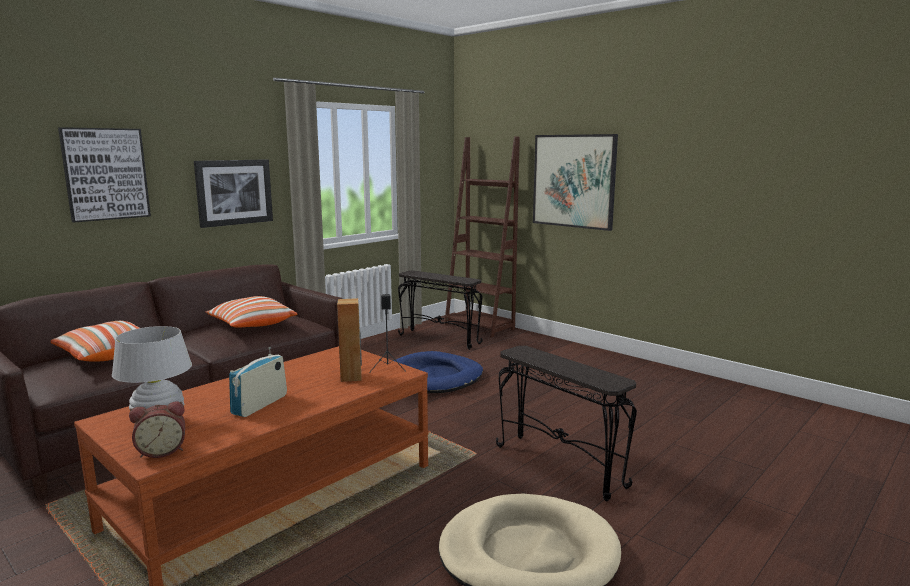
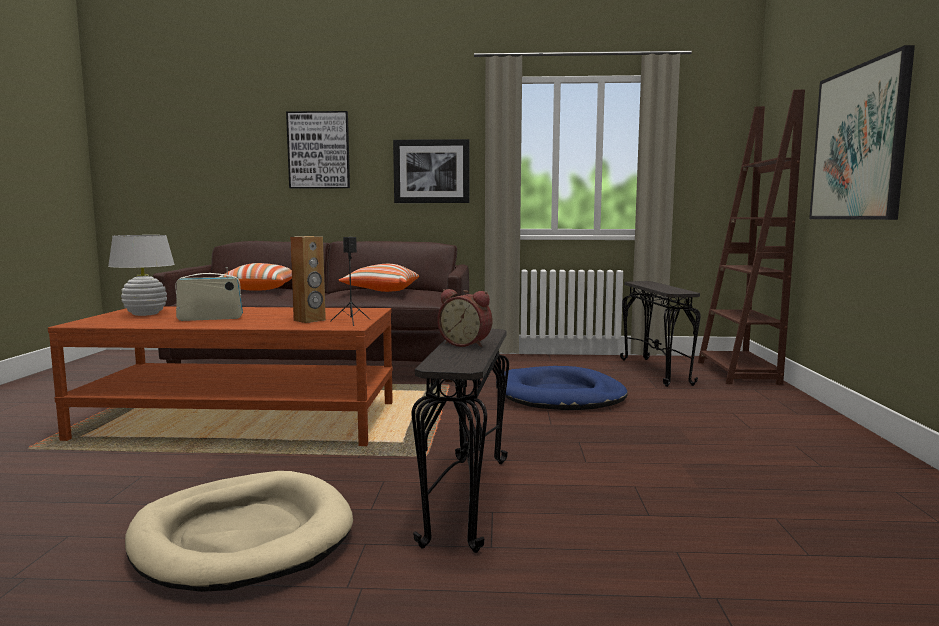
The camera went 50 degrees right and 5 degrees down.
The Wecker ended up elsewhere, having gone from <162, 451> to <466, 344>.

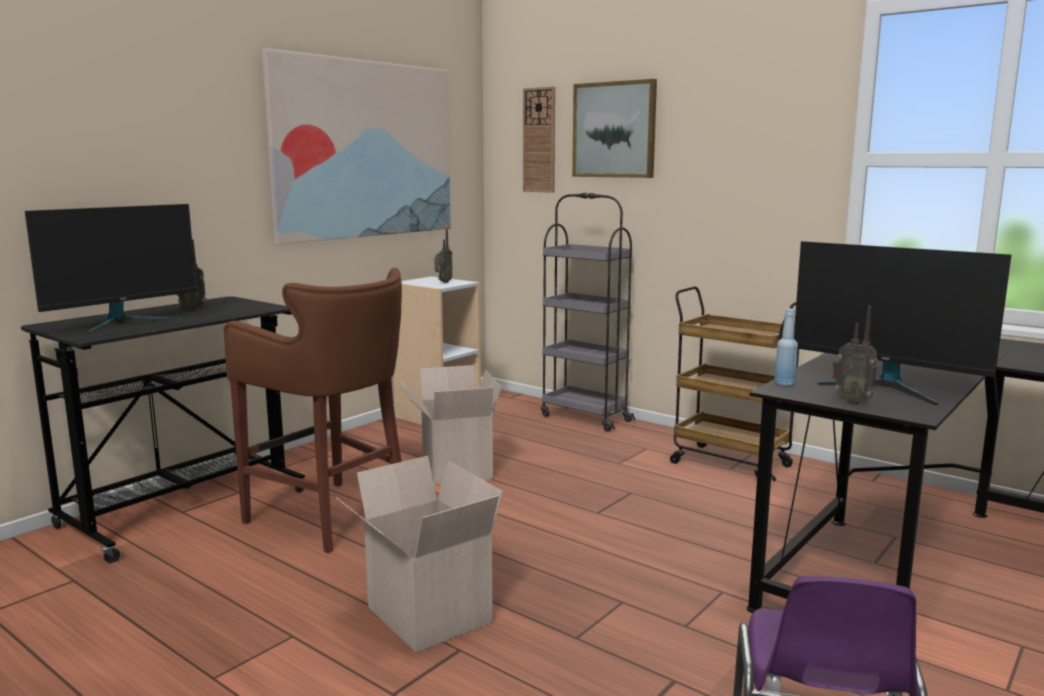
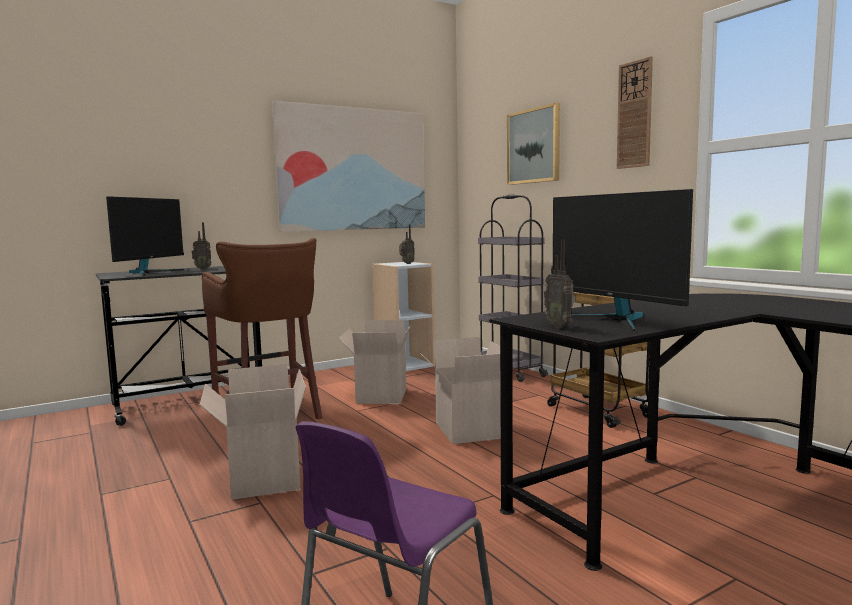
The camera went 20 degrees right and 5 degrees down.
The Wanduhr ended up elsewhere, having gone from <539, 140> to <635, 114>.
The Monitor at <124, 322> ended up facing another way, 45 degrees counterclockwise from before.
The second view lost the Flasche [blau] at <784, 384>.
The second view gained the Karton at <466, 430>.

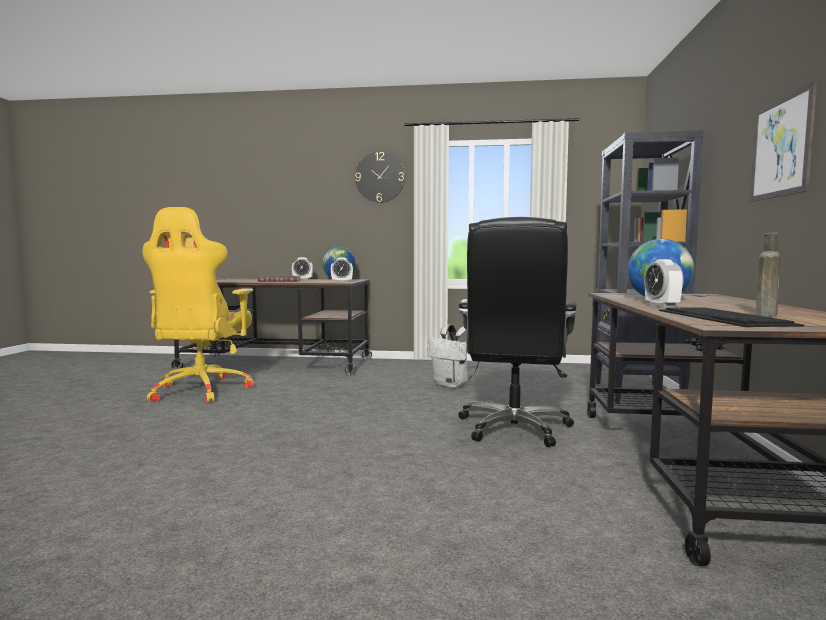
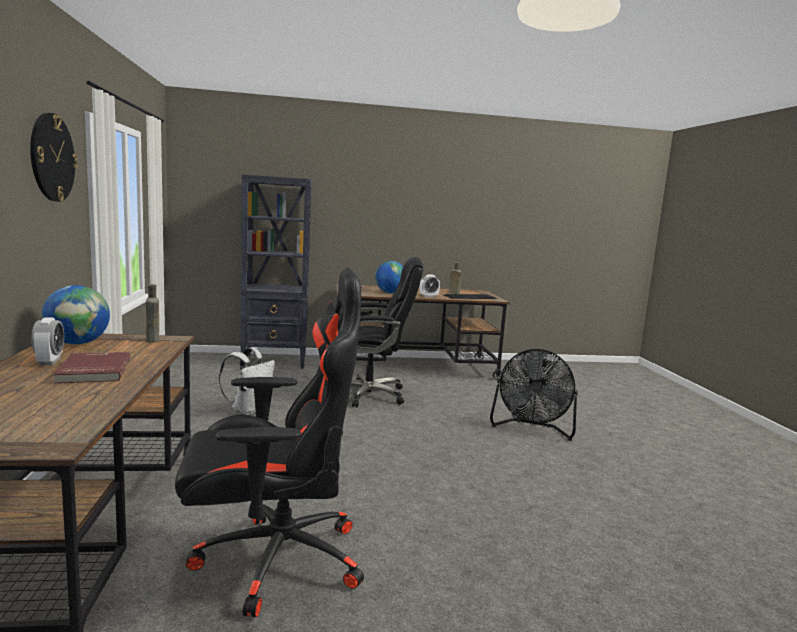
The camera went 105 degrees left and 5 degrees up.
The second view lost the Bild at <781, 147>.
What was the Bürostuhl [gelb] at <205, 388> turned into the Bürostuhl [schwarz] at <268, 561>.
Where the Wecker stood at <342, 281>, the Flasche [braun] came to stand at <152, 340>.
The second view gained the Ventilator [schwarz] at <529, 427>.

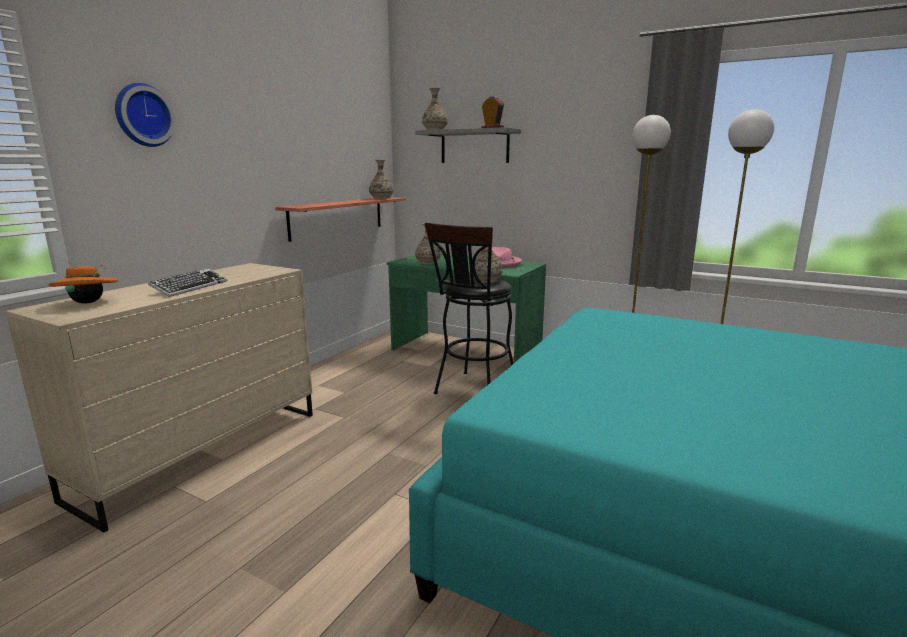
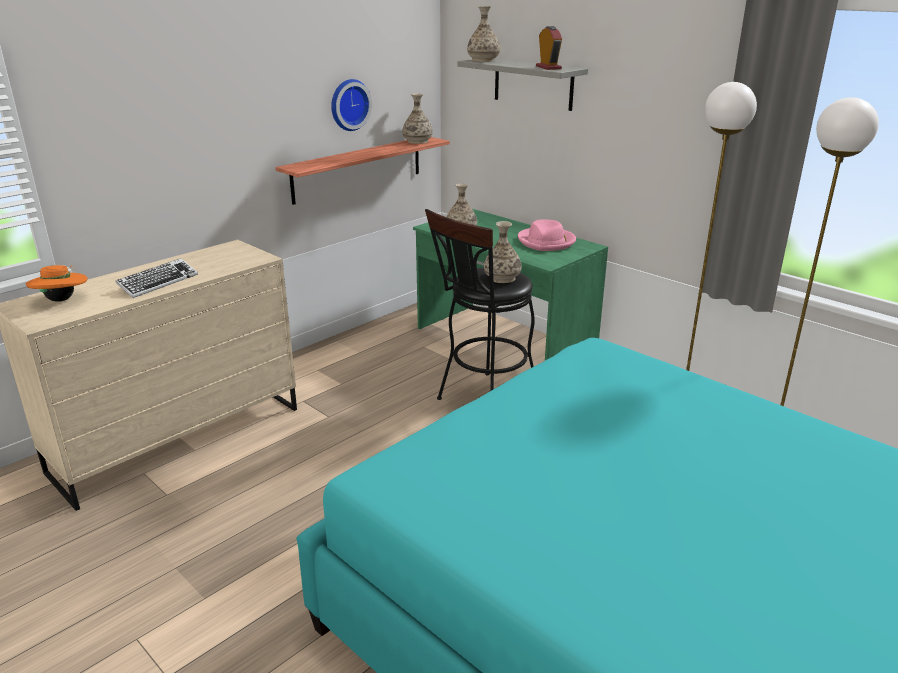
The camera went 15 degrees right and 10 degrees up.
The Wanduhr ended up elsewhere, having gone from <143, 115> to <348, 104>.

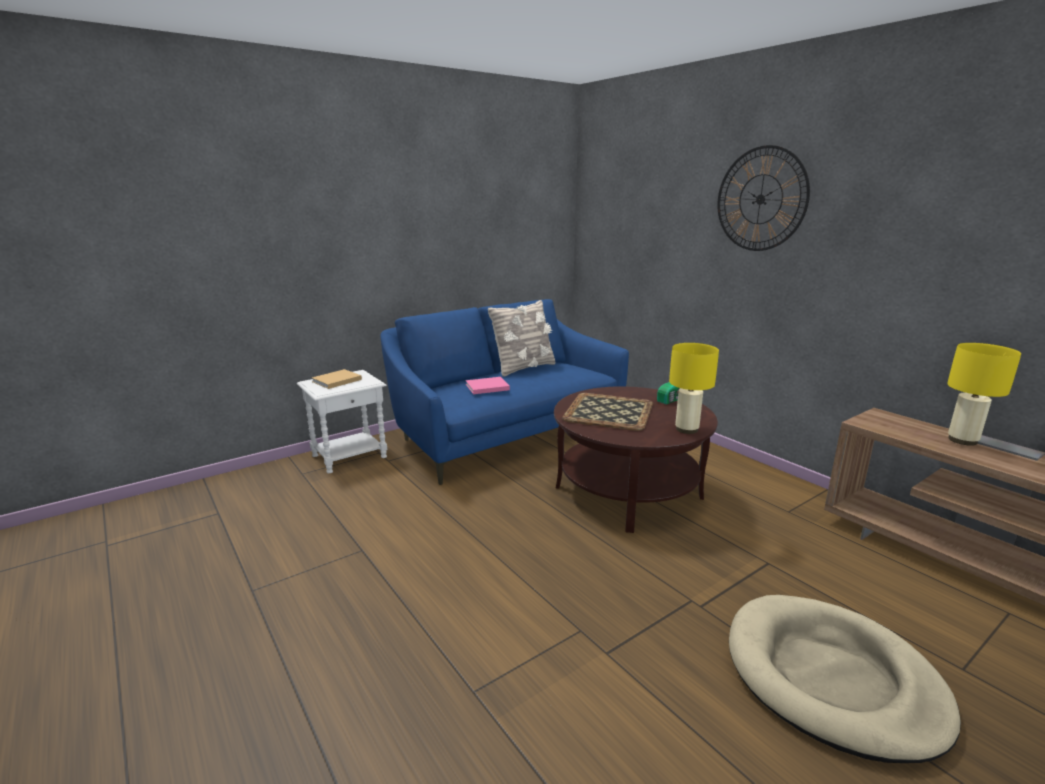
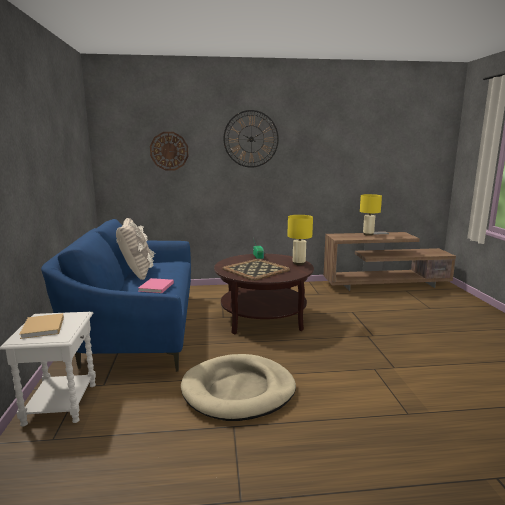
The camera went 60 degrees left and 5 degrees down.
The Hundebett [beige] ended up elsewhere, having gone from <831, 679> to <238, 390>.
The second view gained the Wanduhr at <169, 151>.

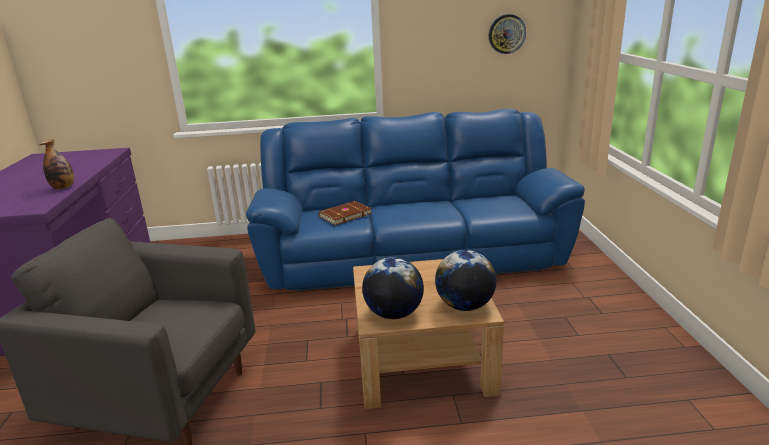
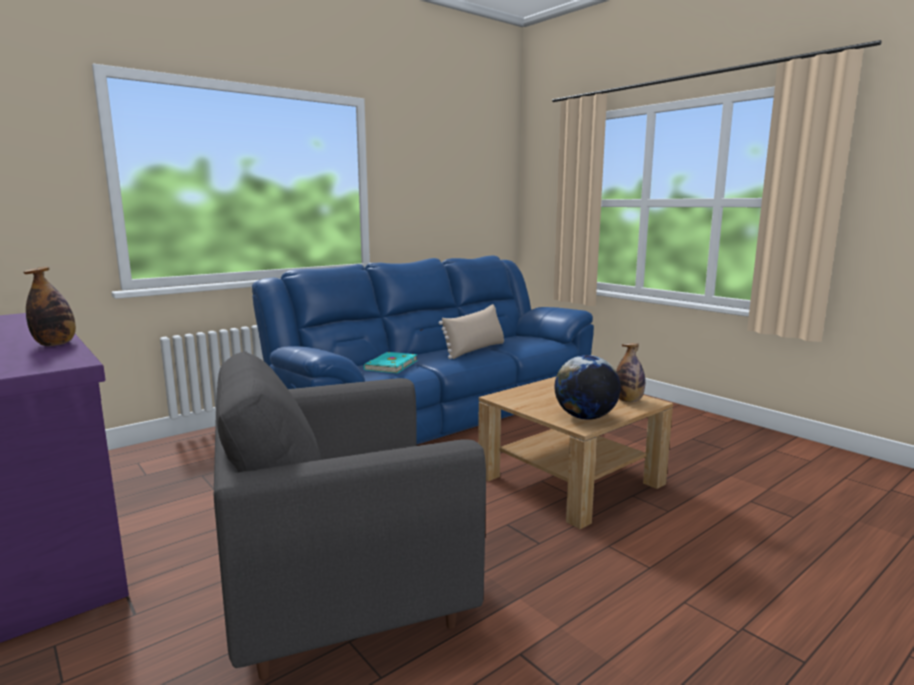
The camera went 35 degrees left and 10 degrees down.
The second view lost the Wanduhr at <506, 34>.
What was the Buch [braun] at <344, 215> turned into the Buch [türkis] at <390, 365>.
Where the Globus stood at <465, 306>, the Flasche came to stand at <628, 401>.
The second view gained the Kissen [beige] at <475, 350>.

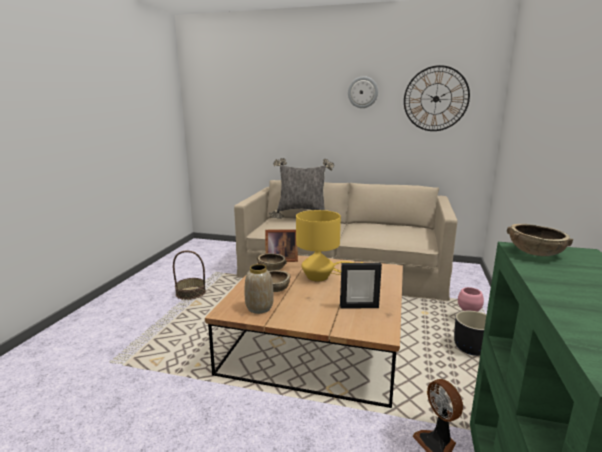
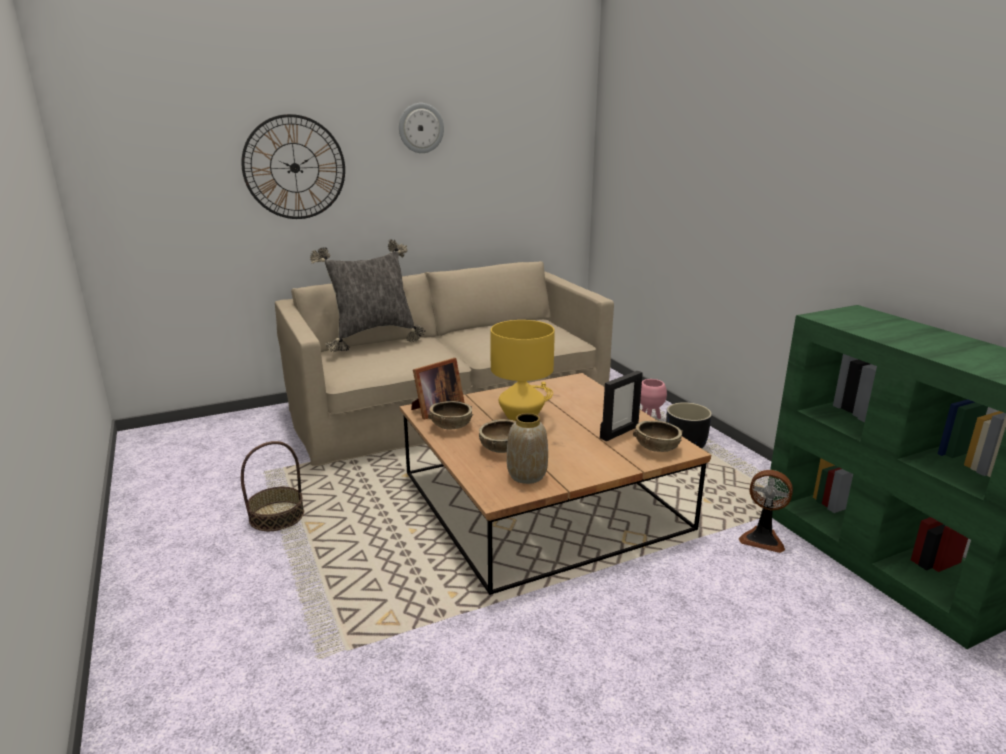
The camera went 40 degrees left and 5 degrees up.
The Wanduhr ended up elsewhere, having gone from <436, 99> to <294, 167>.
The Schüssel [braun] ended up elsewhere, having gone from <535, 253> to <656, 448>.

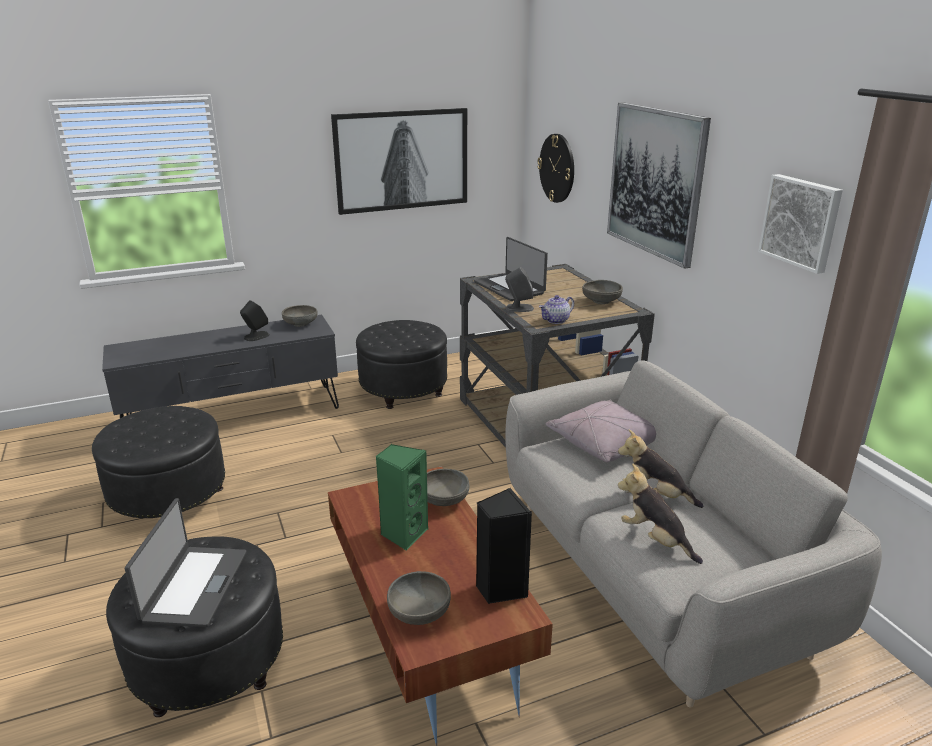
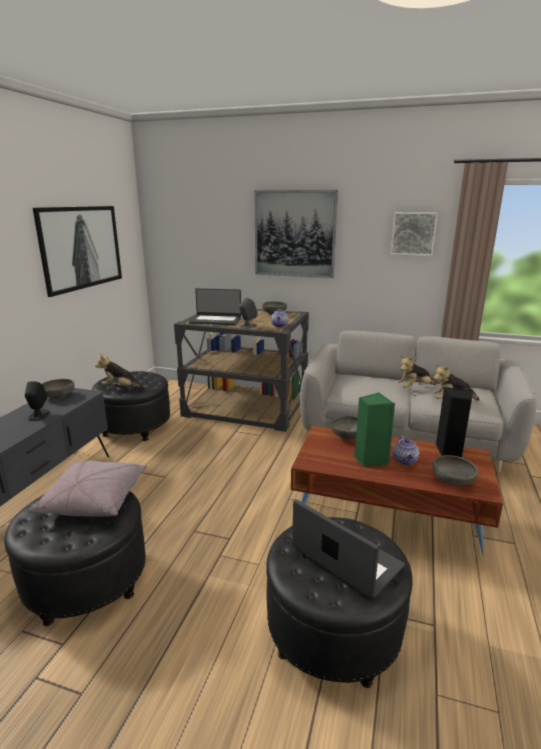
The camera went 50 degrees left and 5 degrees down.
The second view lost the Wanduhr at <557, 168>.
The Kissen [lila] ended up elsewhere, having gone from <605, 443> to <95, 499>.
The second view gained the Plüschtier at <121, 387>.
The second view gained the Teekanne at <405, 461>.

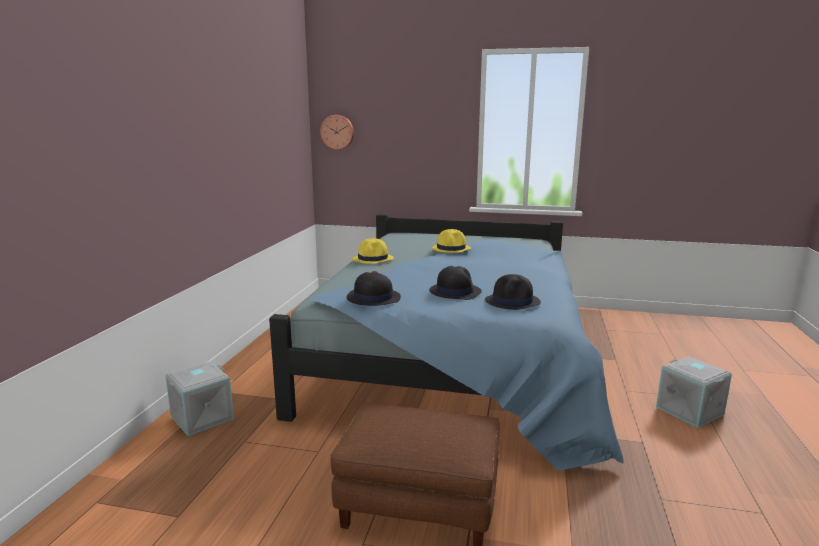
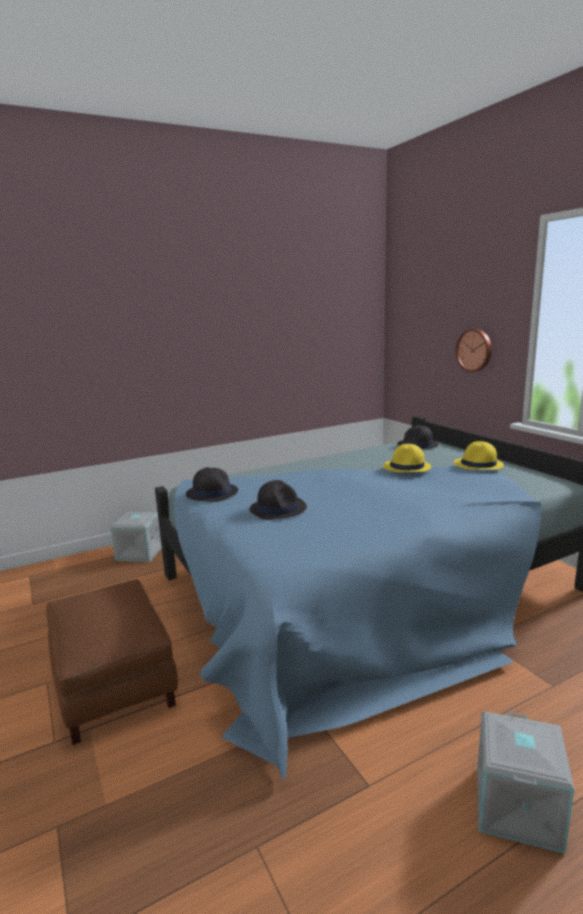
The camera went 50 degrees right and 0 degrees up.
The Wanduhr ended up elsewhere, having gone from <337, 132> to <475, 350>.
The Hut [gelb] ended up elsewhere, having gone from <373, 259> to <478, 465>.
The Hut [schwarz] ended up elsewhere, having gone from <512, 302> to <417, 445>.

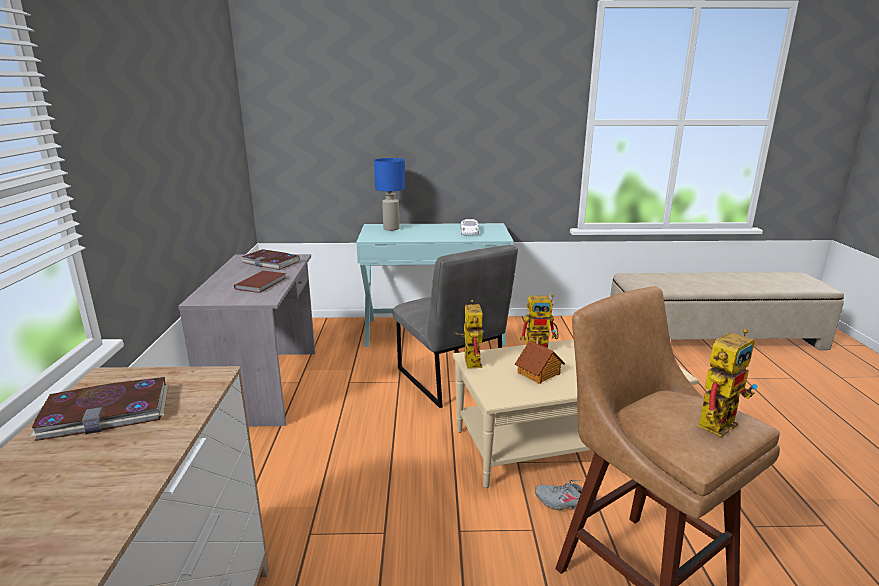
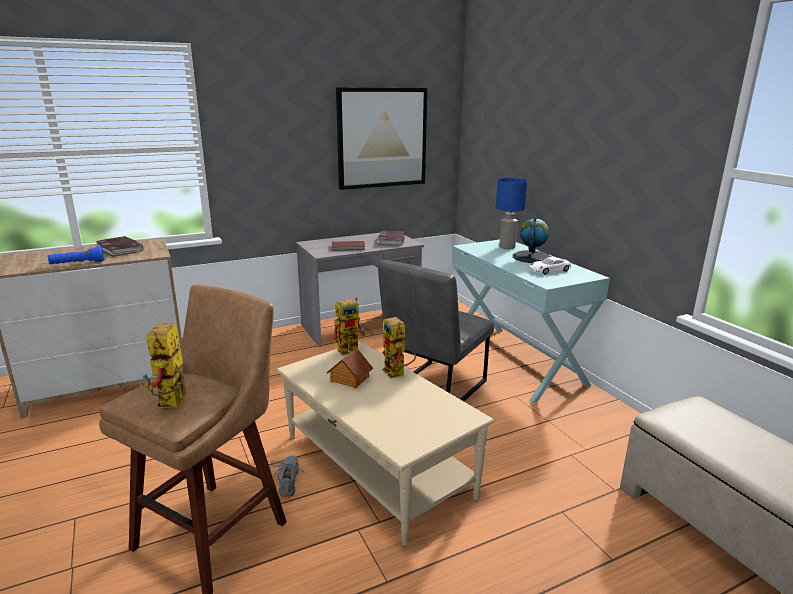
The camera went 65 degrees right and 0 degrees up.
The Spielzeugroboter at <718, 420> ended up facing another way, 60 degrees clockwise from before.
The second view gained the Bild at <382, 138>.
The second view gained the Globus at <531, 257>.
The second view gained the Taschenlampe [blau] at <77, 264>.

